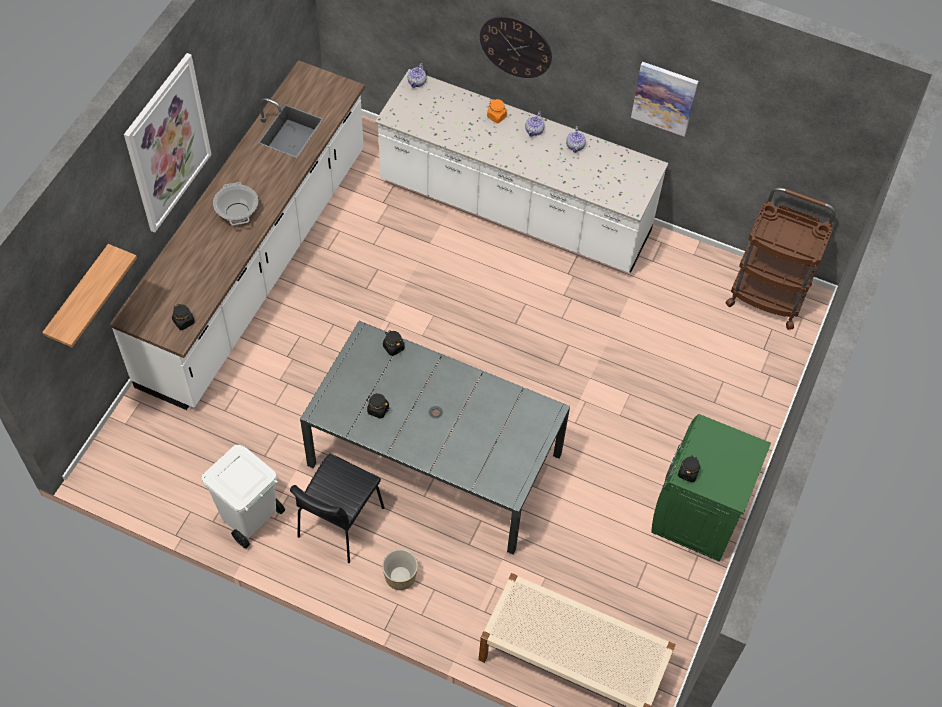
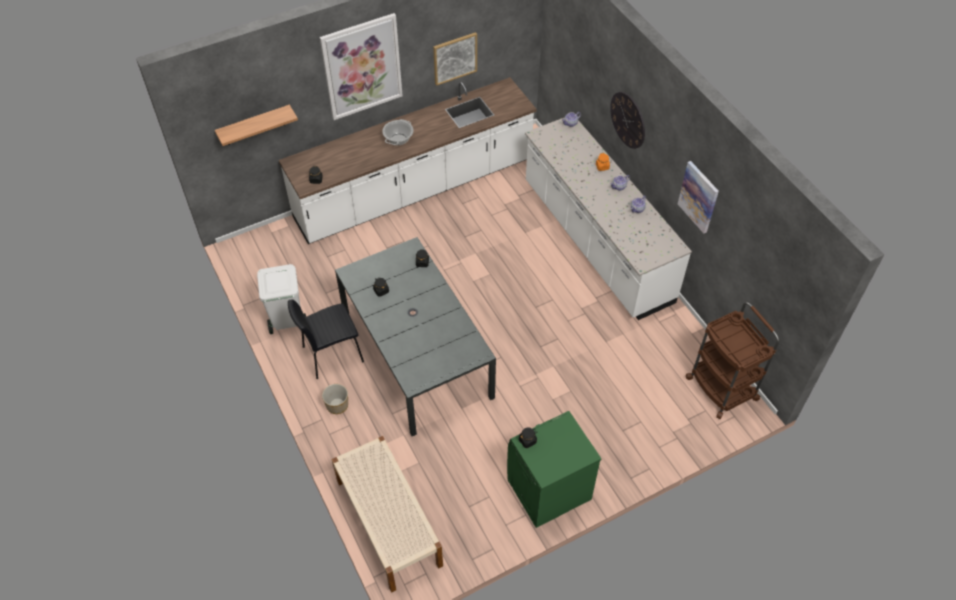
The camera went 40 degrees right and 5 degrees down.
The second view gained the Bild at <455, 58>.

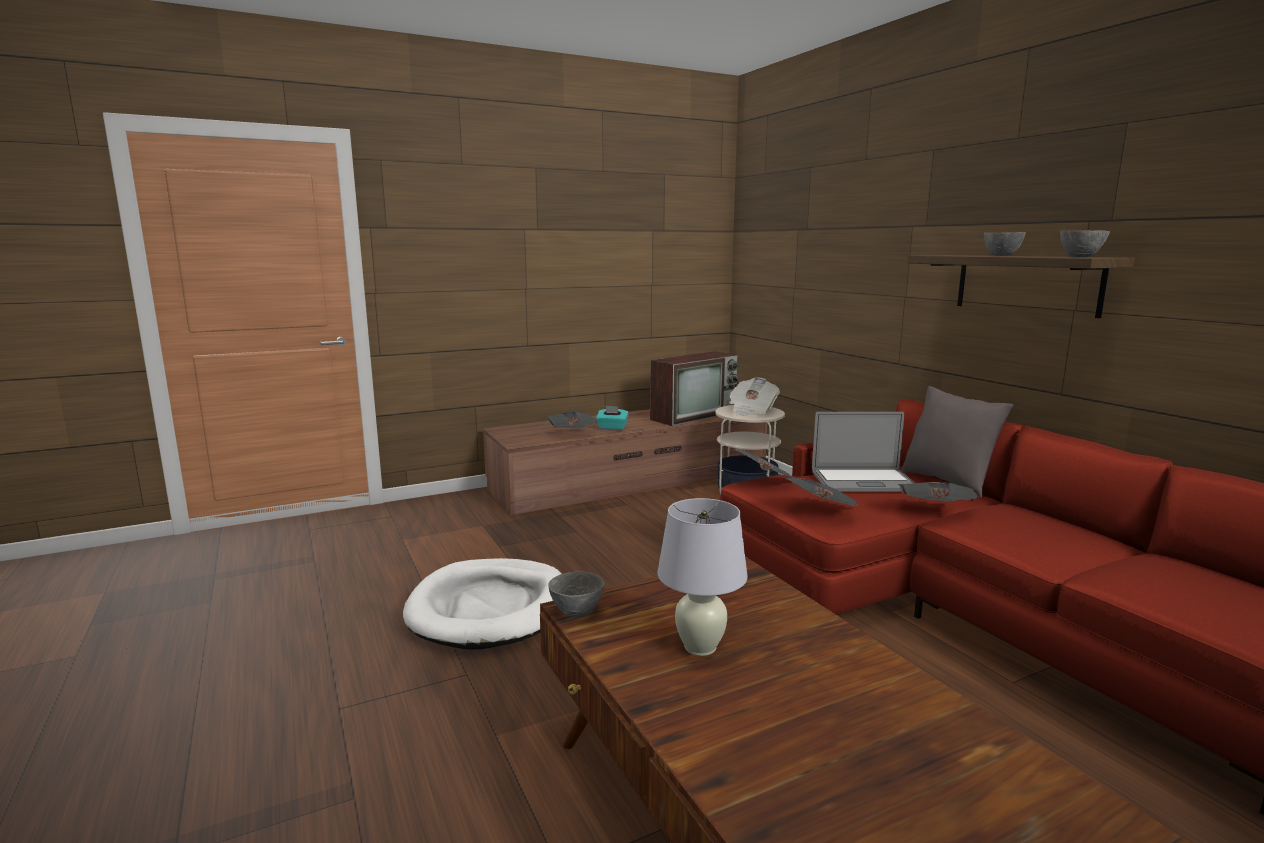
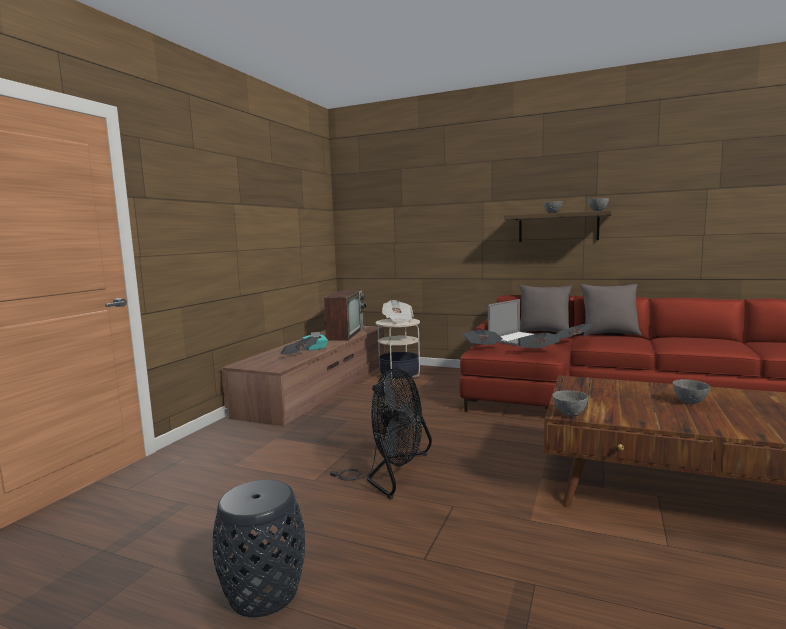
The camera went 40 degrees left and 5 degrees down.
The second view lost the Tischlampe [weiß] at <699, 647>.
Where the Hundebett [weiß] stood at <489, 608>, the Ventilator [schwarz] came to stand at <389, 473>.
The second view gained the Kissen [grau] at <609, 334>.
The second view gained the Schüssel [grau] at <690, 402>.
The second view gained the Hocker [schwarz] at <263, 593>.

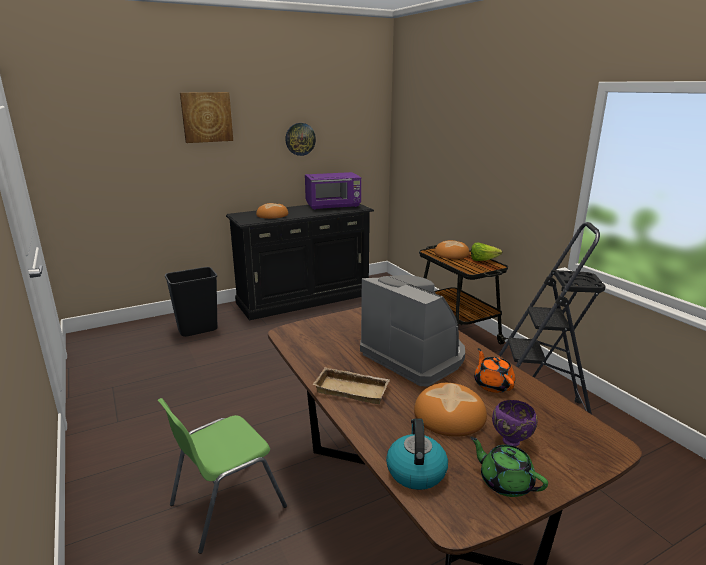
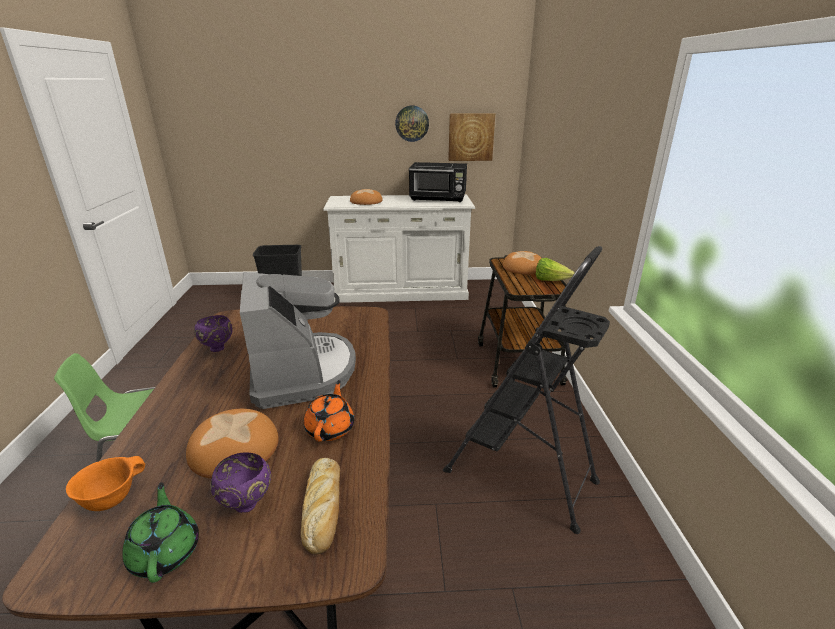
The camera went 25 degrees right and 5 degrees up.
The Bild ended up elsewhere, having gone from <206, 117> to <471, 137>.
What was the Mikrowelle [lila] at <333, 206> turned into the Mikrowelle [schwarz] at <438, 199>.
What was the Schrank [schwarz] at <304, 298> turned into the Schrank [weiß] at <401, 291>.
The second view lost the Tablett [beige] at <353, 389>.
Where the Wasserkessel stood at <415, 471>, the Schüssel [orange] came to stand at <111, 499>.
The second view gained the Schüssel [lila] at <218, 348>.
The second view gained the Brot at <323, 509>.

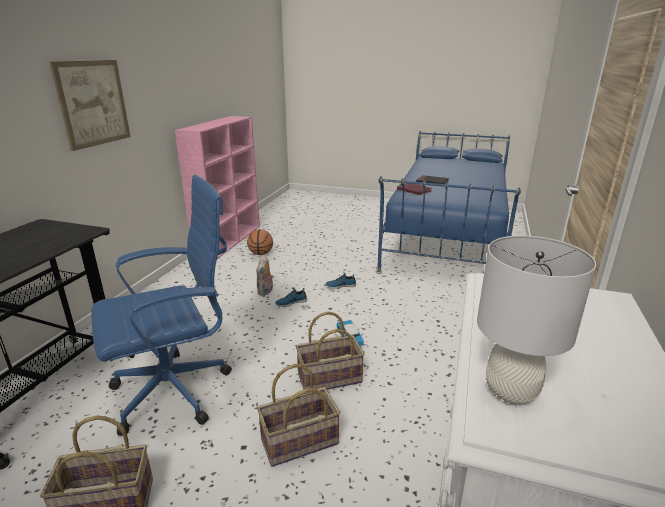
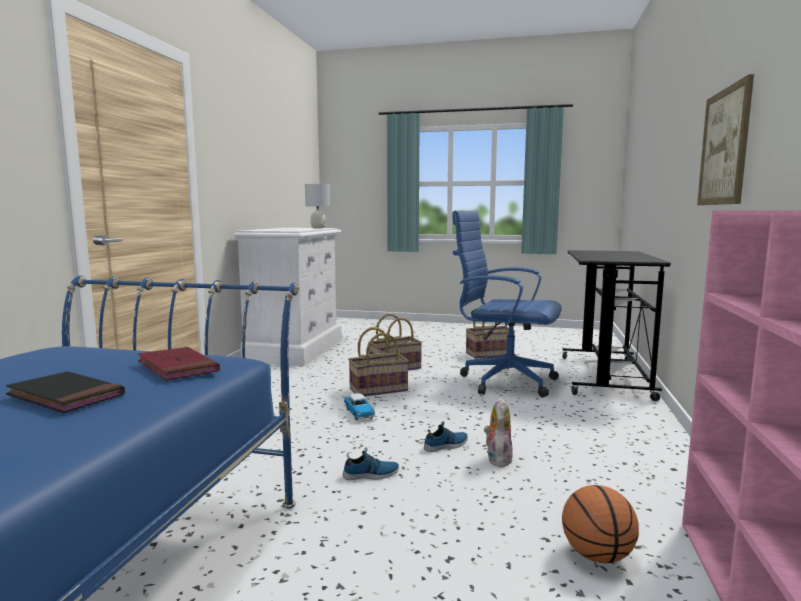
The camera went 175 degrees right and 15 degrees down.
The Bürostuhl [blau] at <177, 390> ended up facing another way, 60 degrees clockwise from before.

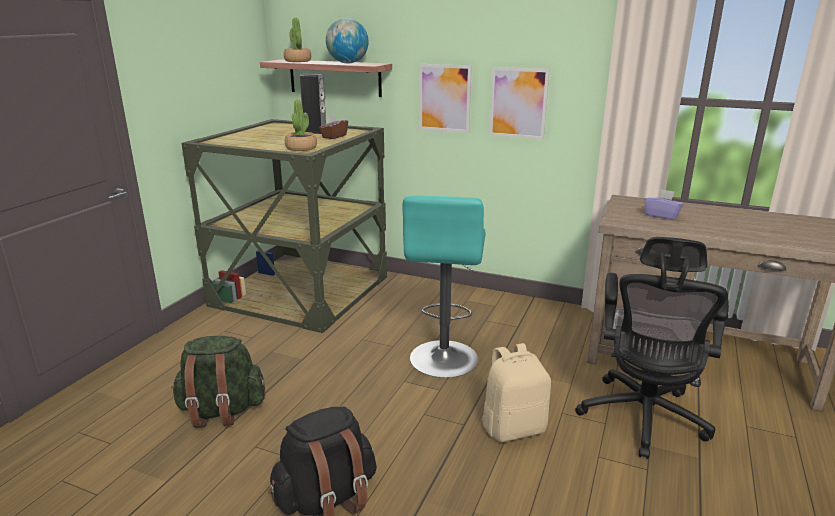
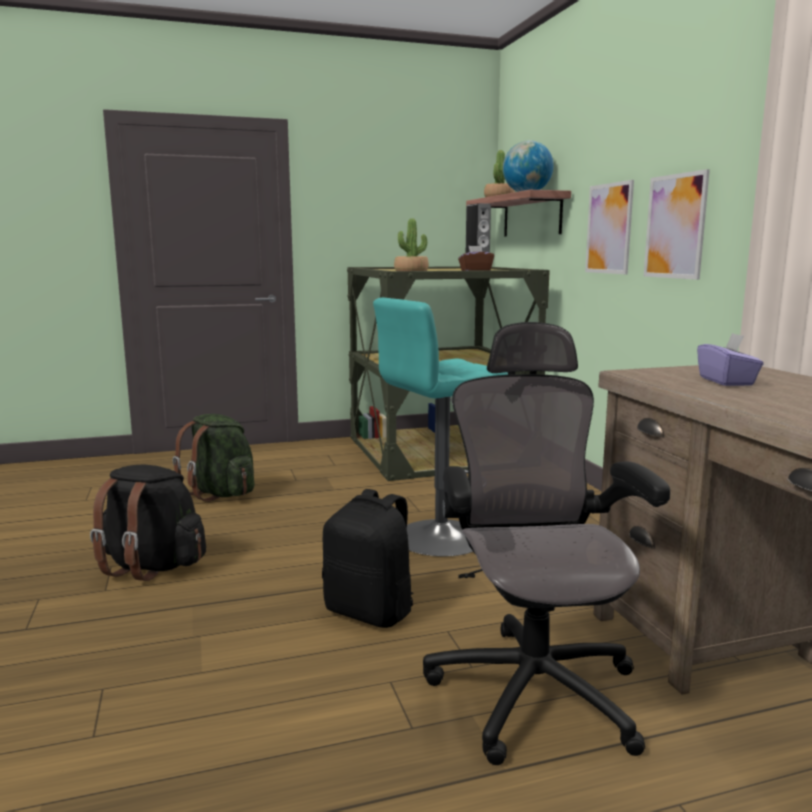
The camera went 50 degrees right and 10 degrees down.
The Bürostuhl at <643, 417> ended up facing another way, 105 degrees clockwise from before.
What was the Rucksack [beige] at <513, 428> turned into the Rucksack [schwarz] at <371, 611>.

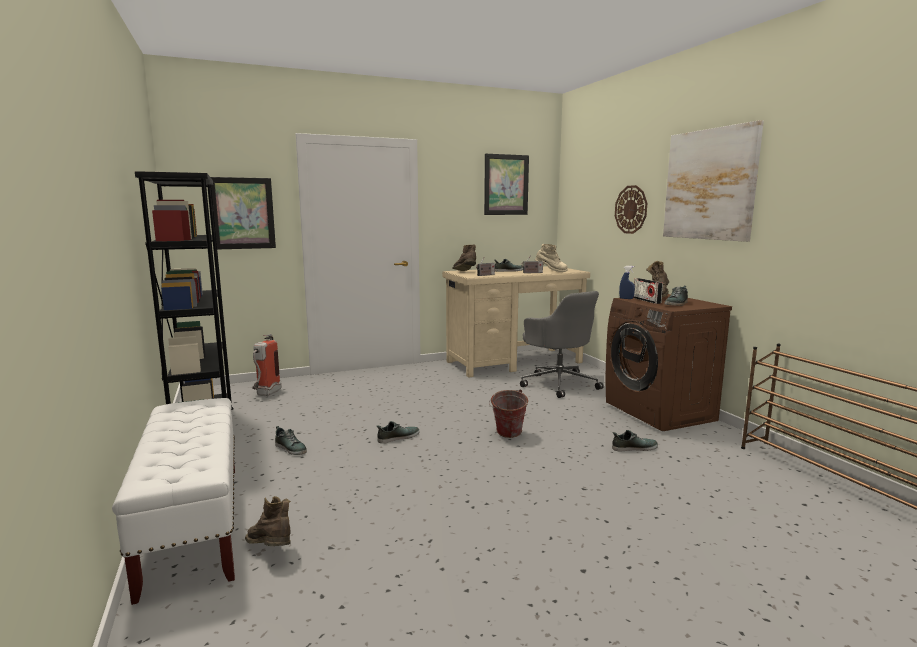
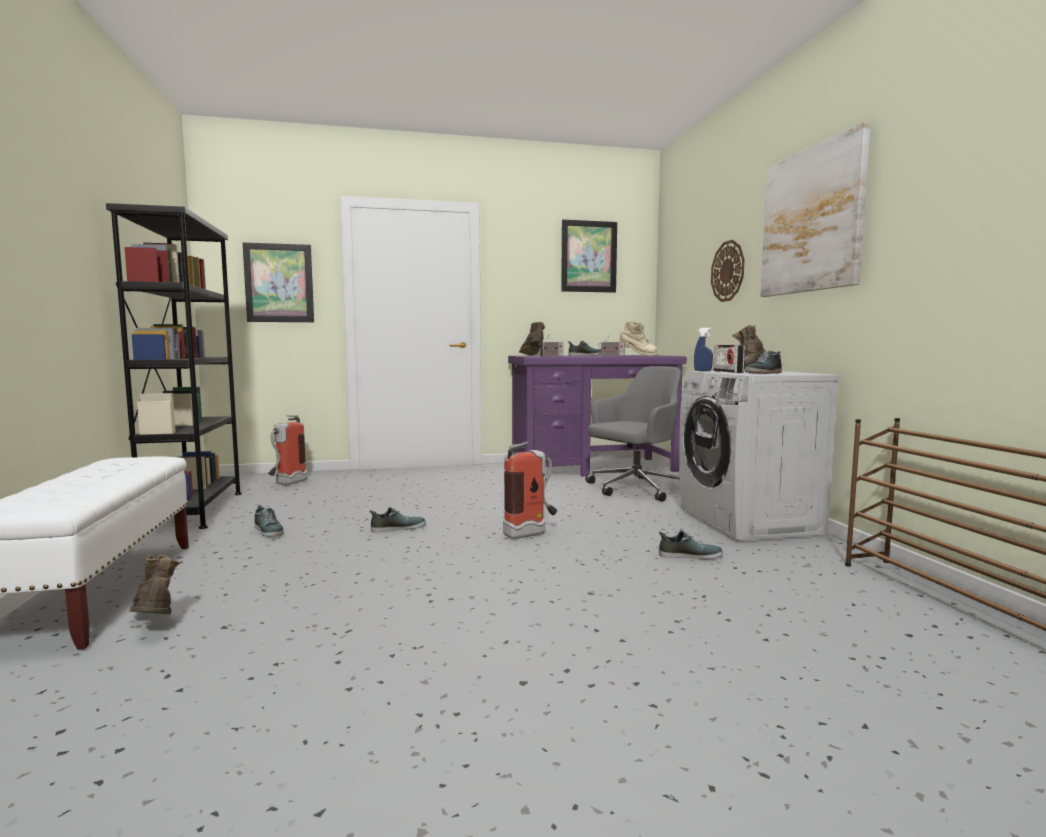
The camera went 10 degrees right and 5 degrees down.
What was the Schreibtisch [beige] at <514, 362> turned into the Schreibtisch [lila] at <593, 467>.
The Bürostuhl [grau] at <558, 383> ended up facing another way, 105 degrees counterclockwise from before.
What was the Waschmaschine [braun] at <659, 413> turned into the Waschmaschine [weiß] at <748, 523>.
Where the Eimer stood at <507, 435>, the Feuerlöscher came to stand at <531, 533>.

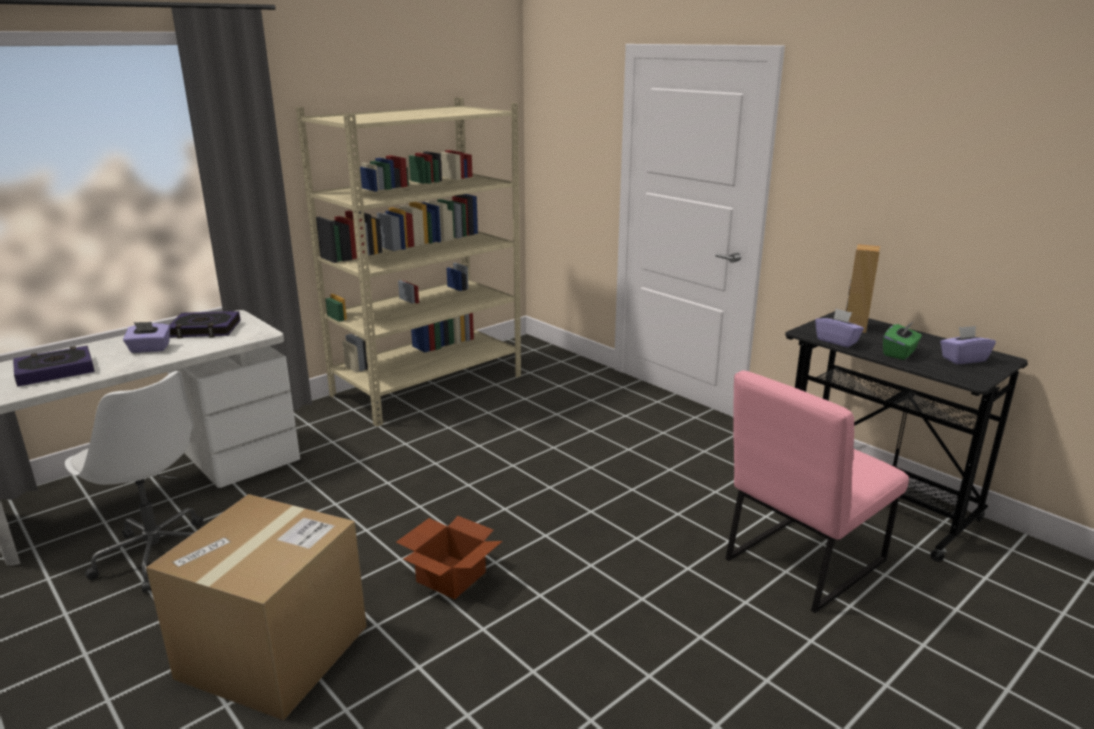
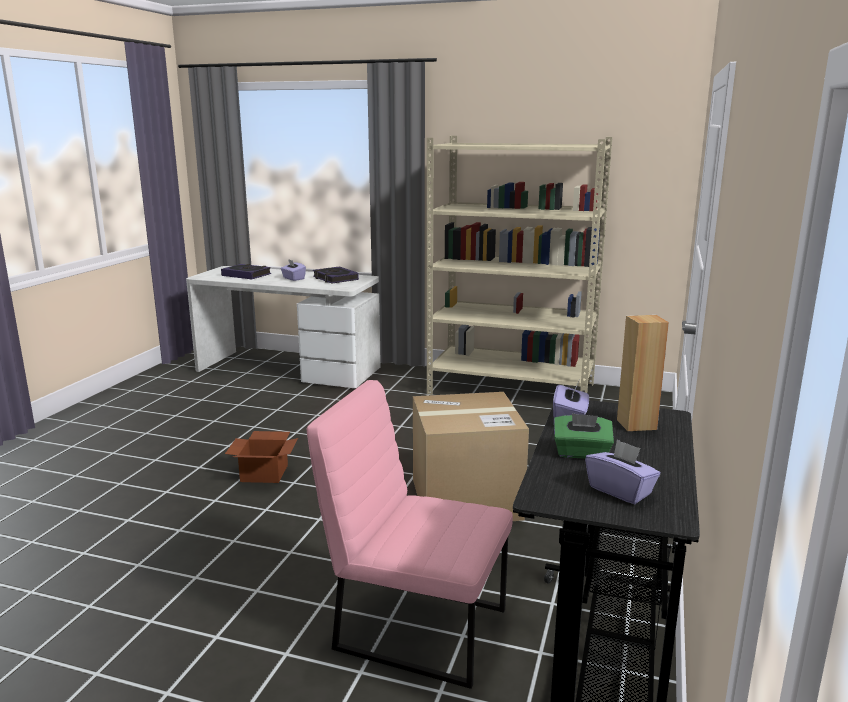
The camera went 60 degrees right and 5 degrees down.
The second view lost the Bürostuhl [weiß] at <159, 557>.
The Karton ended up elsewhere, having gone from <273, 652> to <465, 499>.

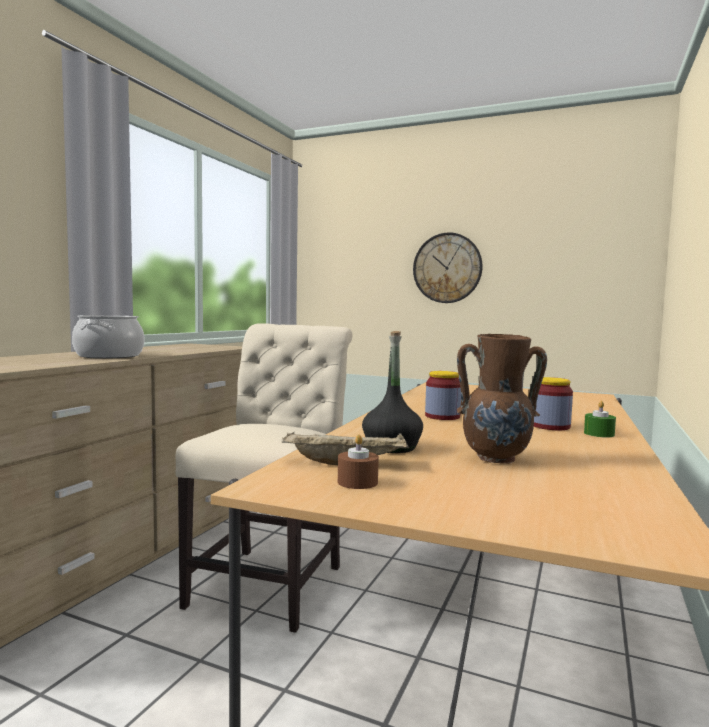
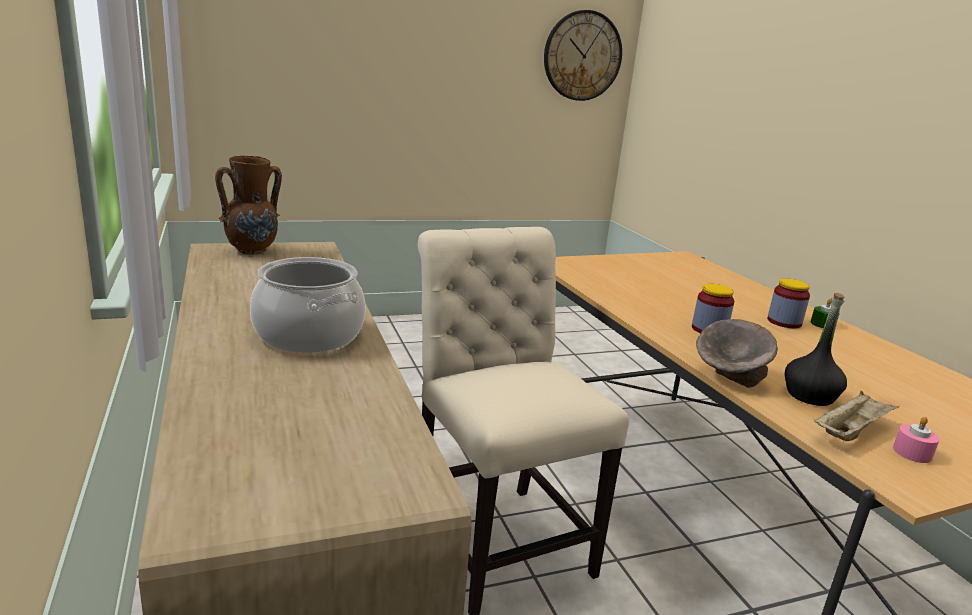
The camera went 45 degrees left and 15 degrees up.
The Wanduhr ended up elsewhere, having gone from <447, 268> to <582, 56>.
The Vase [braun] ended up elsewhere, having gone from <497, 459> to <253, 251>.
What was the Kerze [braun] at <357, 482> turned into the Kerze [rosa] at <912, 453>.
The second view gained the Schüssel [grau] at <729, 378>.

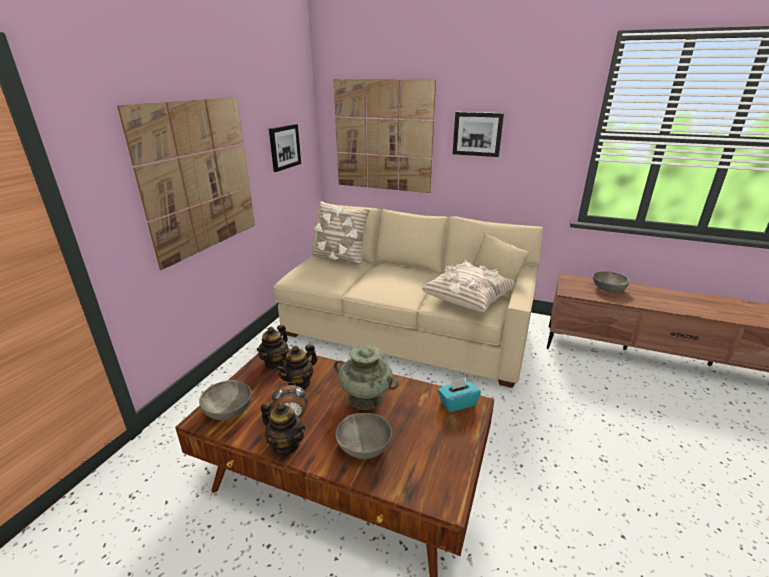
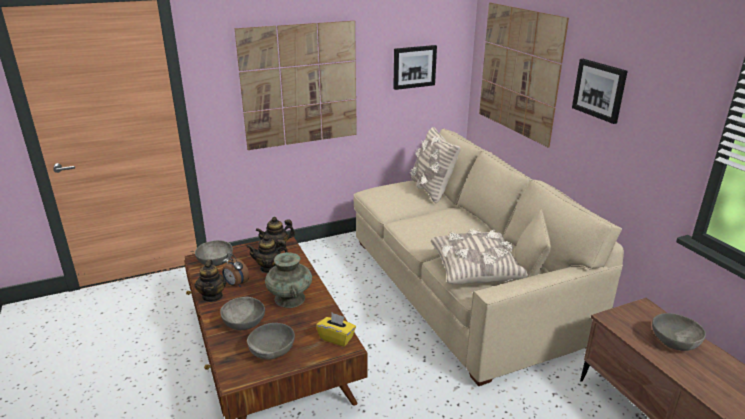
The camera went 45 degrees right and 0 degrees up.
What was the Taschentuchbox [türkis] at <457, 403> turned into the Taschentuchbox [gelb] at <336, 338>.
The second view gained the Schüssel [grau] at <272, 351>.

